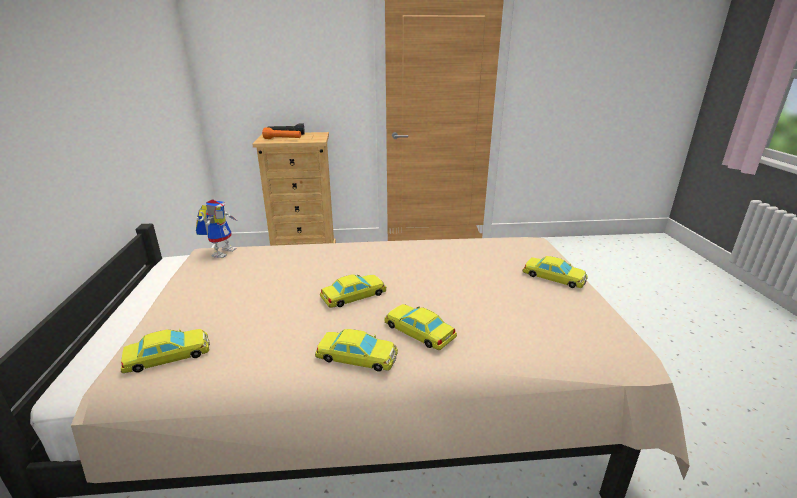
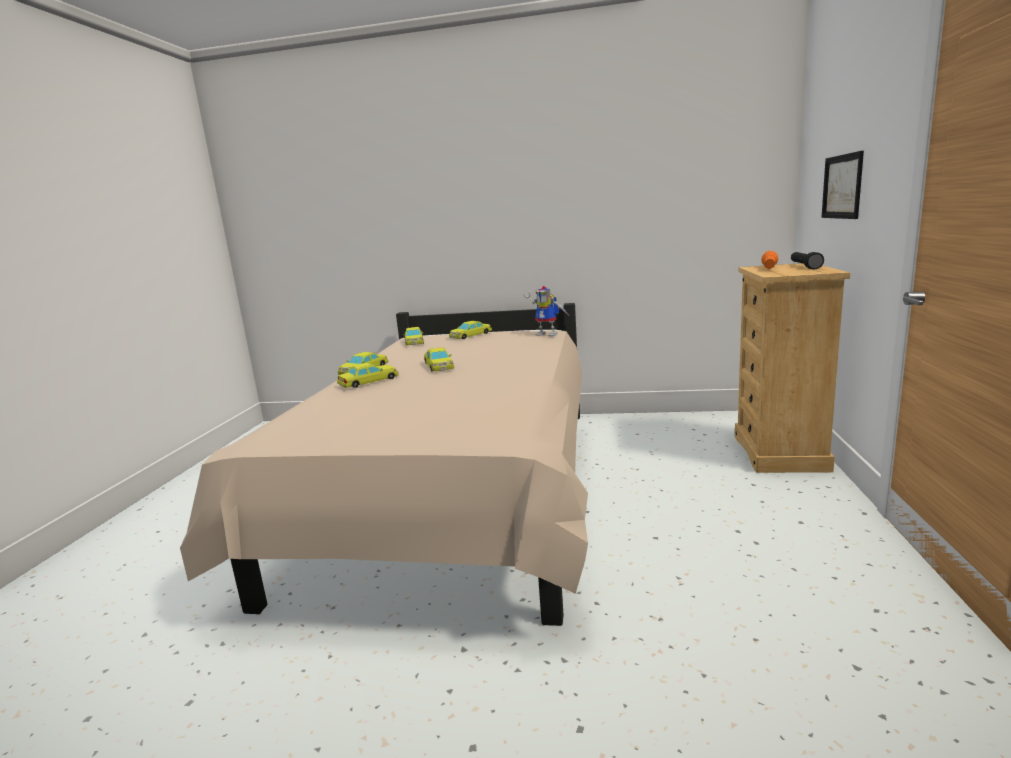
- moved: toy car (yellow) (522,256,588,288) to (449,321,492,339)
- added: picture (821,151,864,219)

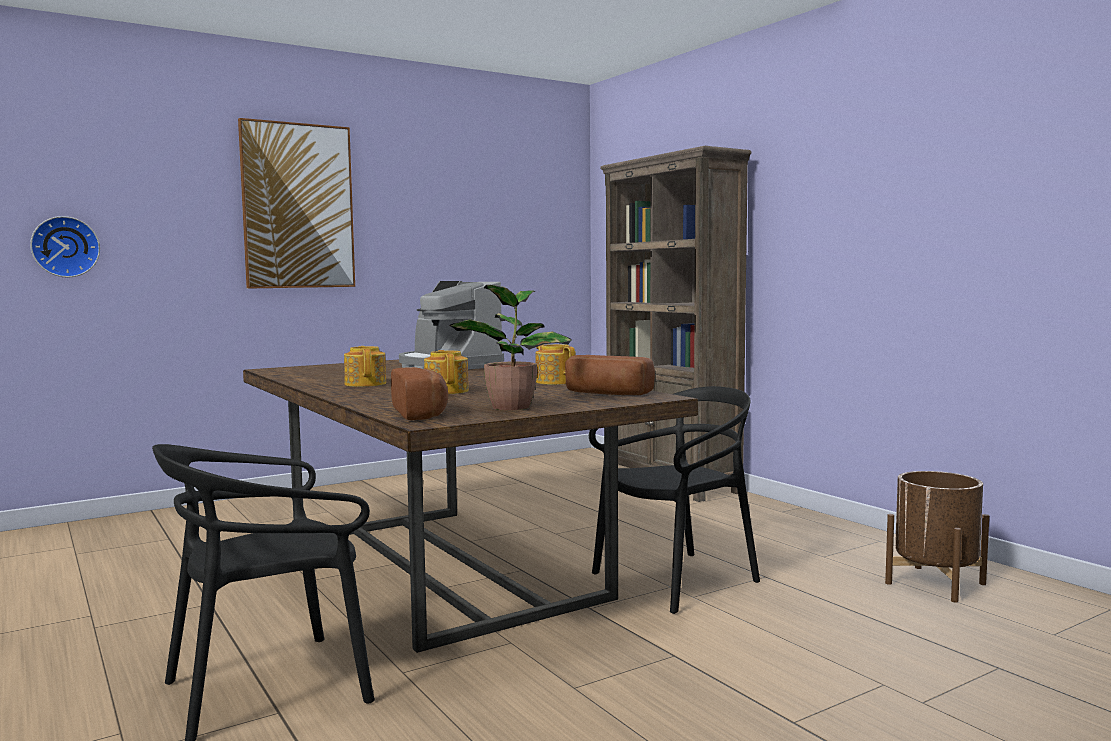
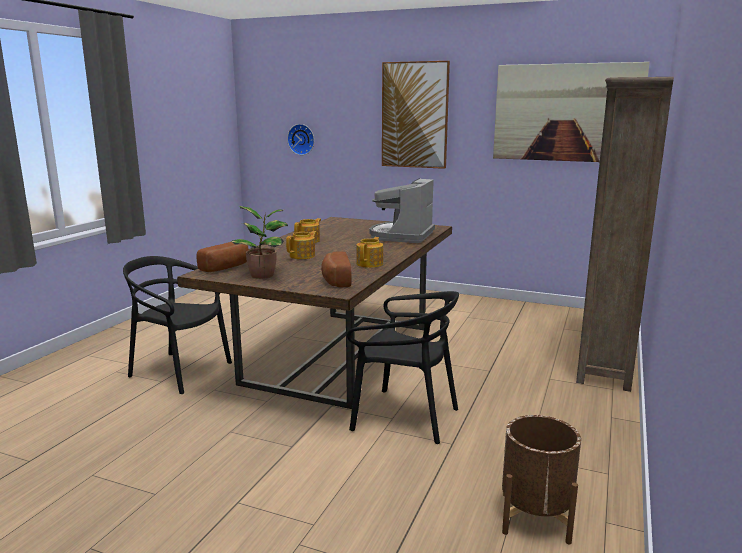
- added: picture (493,62,650,162)

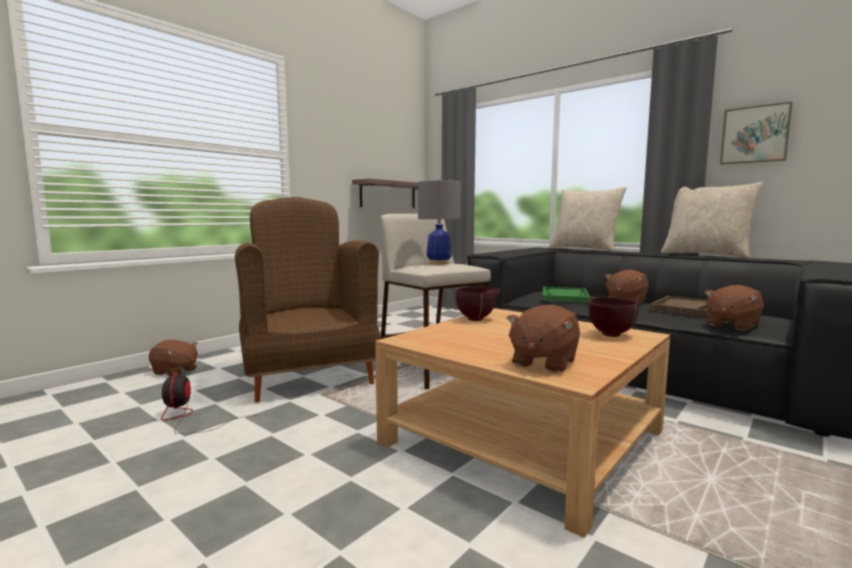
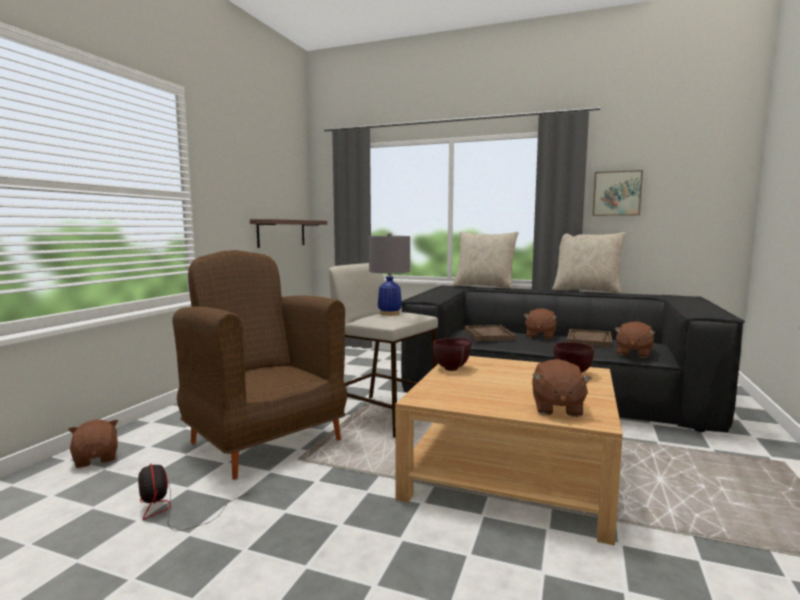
- turned: plush toy (brown) (149,340,198,376) = (68,419,118,468) 120 degrees counterclockwise
- recoloured: tray (green) (542,287,590,303) to tray (brown) (465,325,516,341)

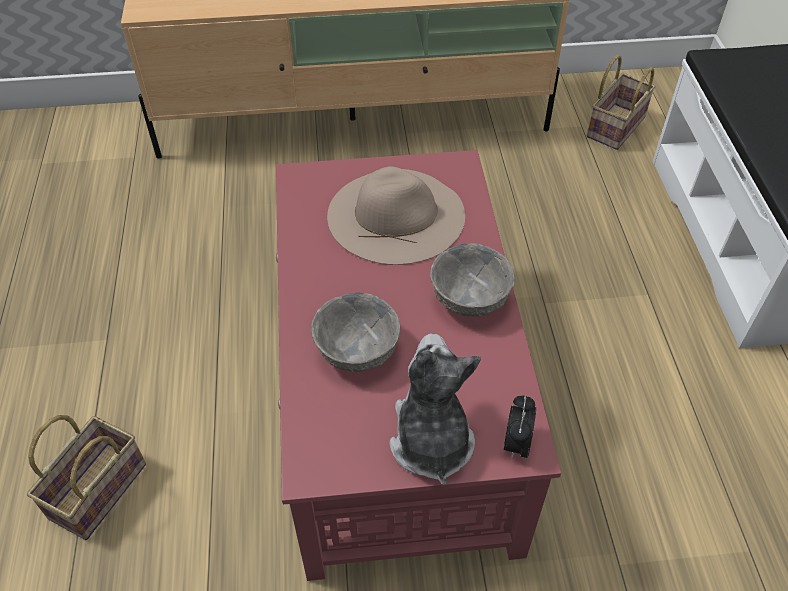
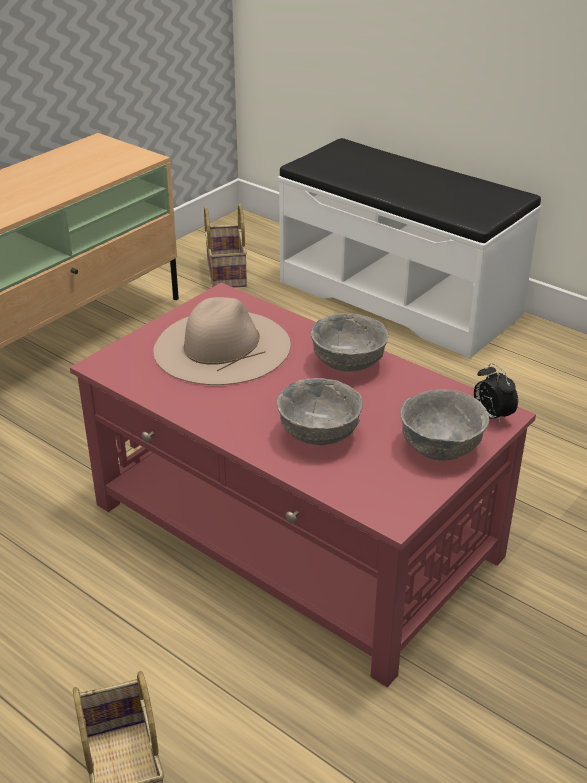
- replaced: plush toy (389,333,481,485) to bowl (grey) (400,389,489,461)

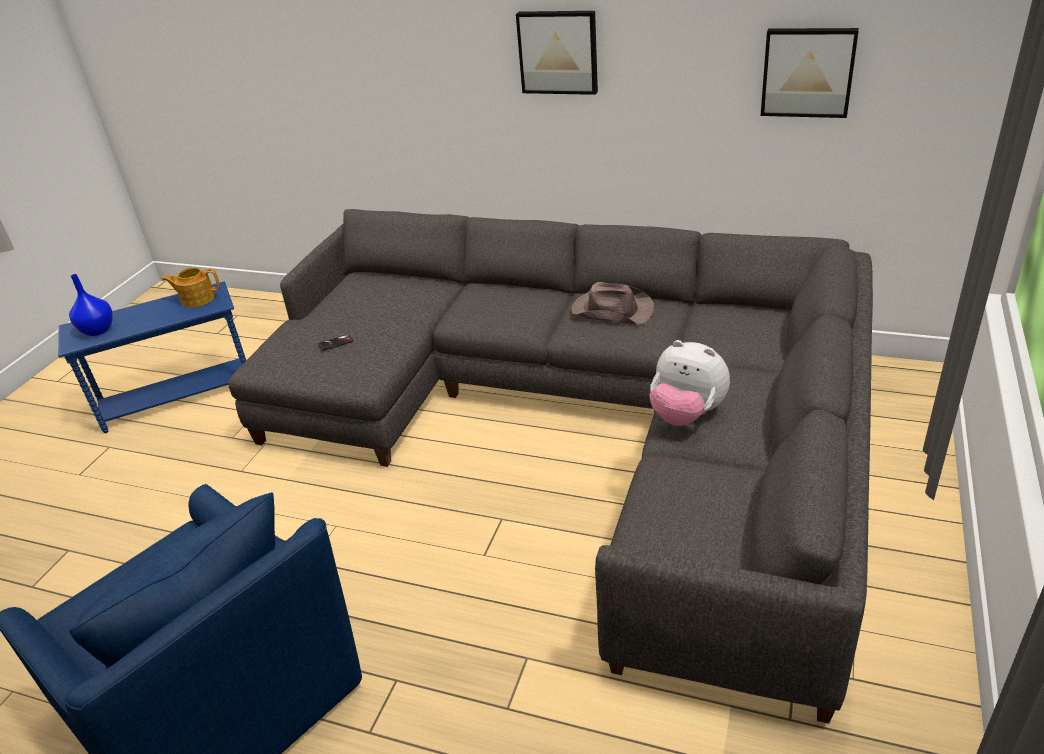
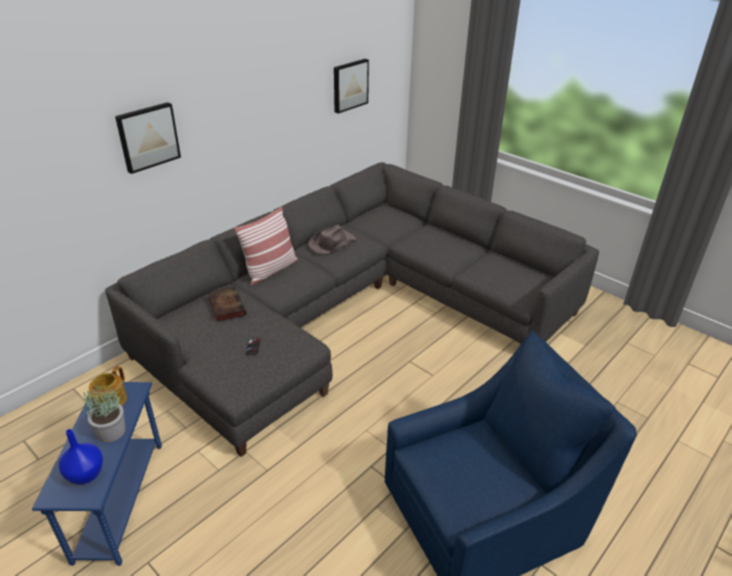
- moved: picture (516,11,598,95) to (115,102,181,174)
- removed: plush toy (649,340,730,426)
- added: potted plant (83,384,125,442)
- added: book (208,287,246,322)
- added: pillow (233,207,298,286)

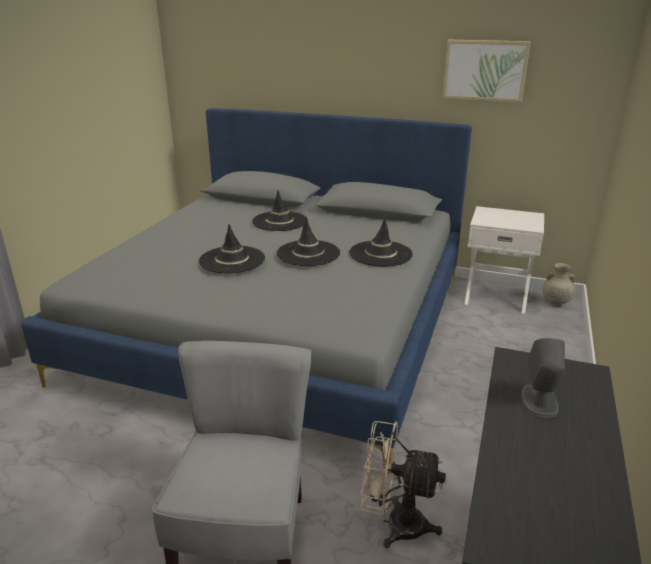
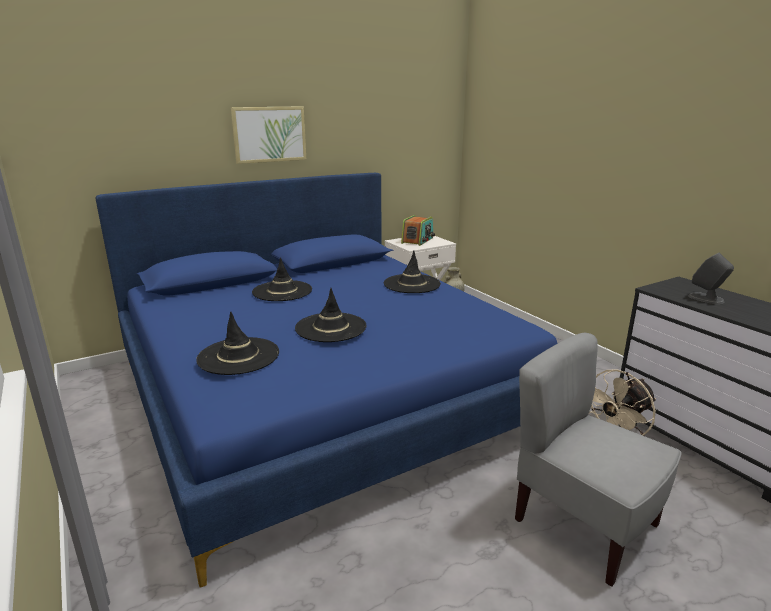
- recoloured: bed (grey) (21,108,472,474) to bed (blue) (95,173,557,588)
- moved: hat (black) (277,217,340,266) to (196,312,279,375)
- moved: picture (442,40,531,103) to (231,107,306,164)
- added: radio (401,215,435,246)

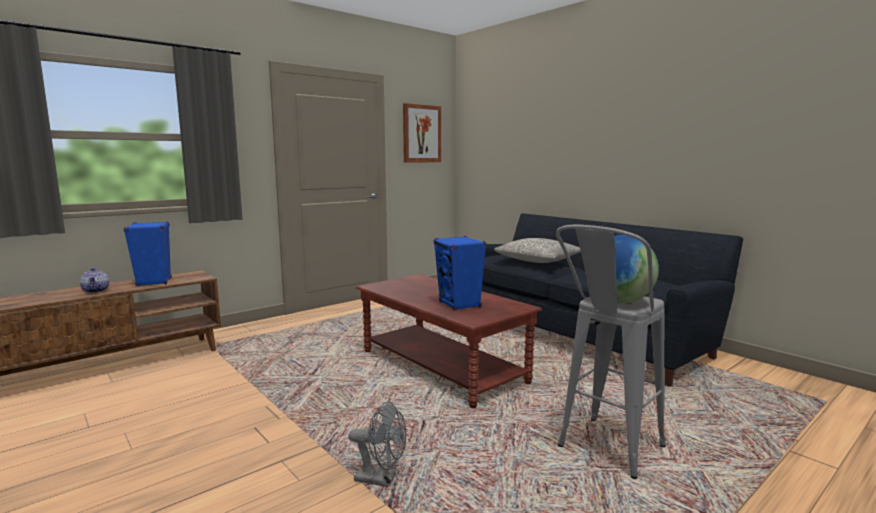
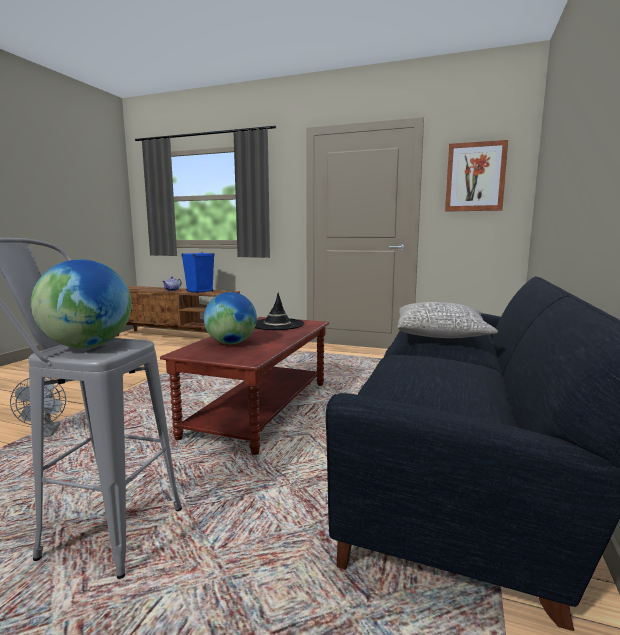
- replaced: speaker (blue) (434,236,486,311) to globe (204,292,257,344)
- added: hat (black) (255,293,304,330)

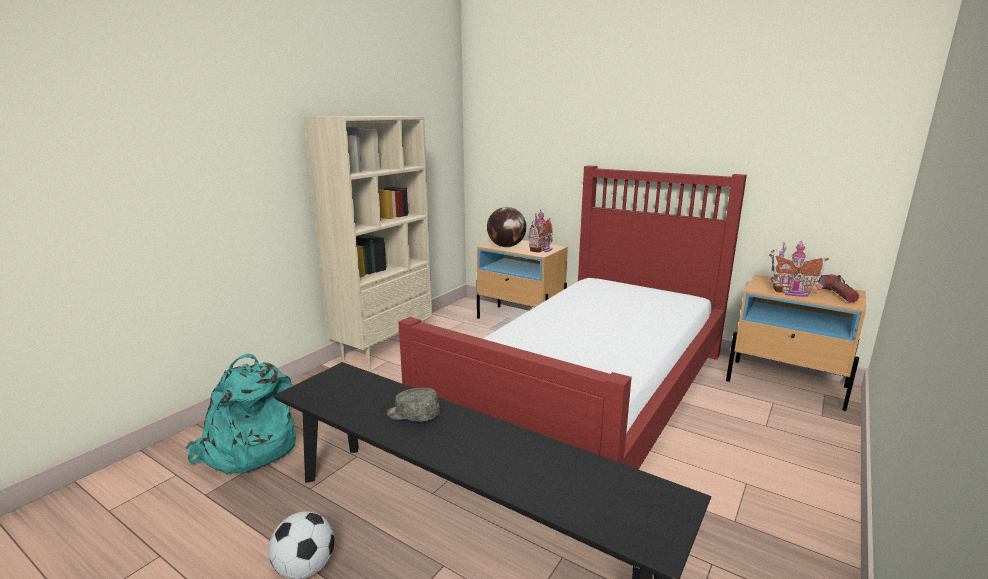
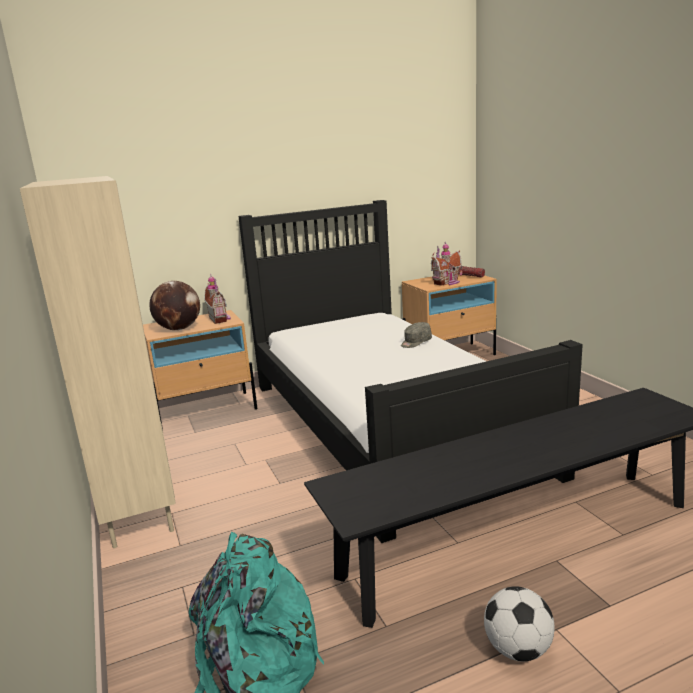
- moved: cap (grey) (387,388,440,421) to (401,322,432,348)
- recoloured: bed (red) (398,165,747,470) to bed (black) (238,200,583,543)

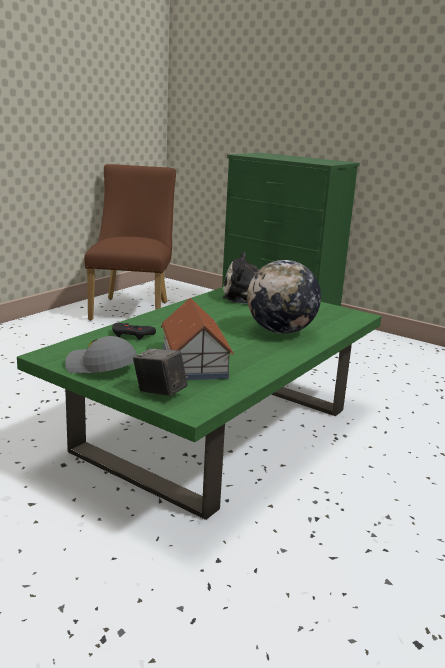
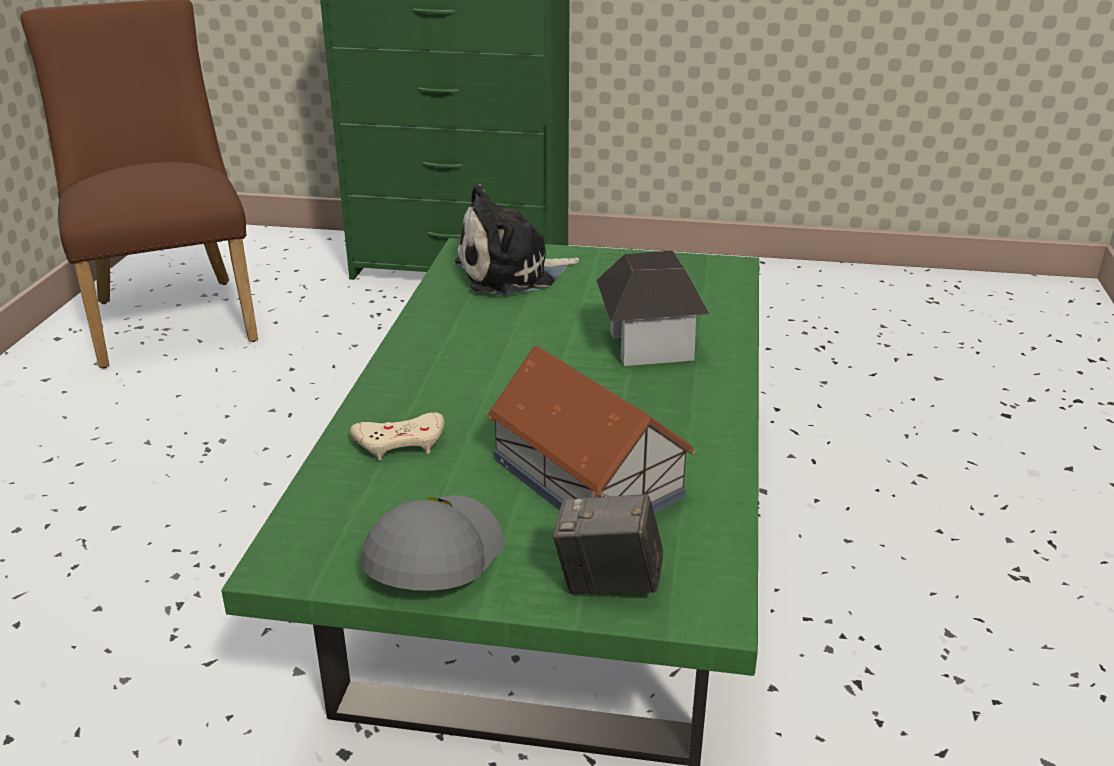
- turned: cap (grey) (65,336,137,373) = (361,495,504,591) 105 degrees clockwise
- recoloured: game controller (black) (112,323,156,340) to game controller (beige) (350,412,445,461)
- replaced: globe (247,260,321,334) to toy house (596,250,709,366)

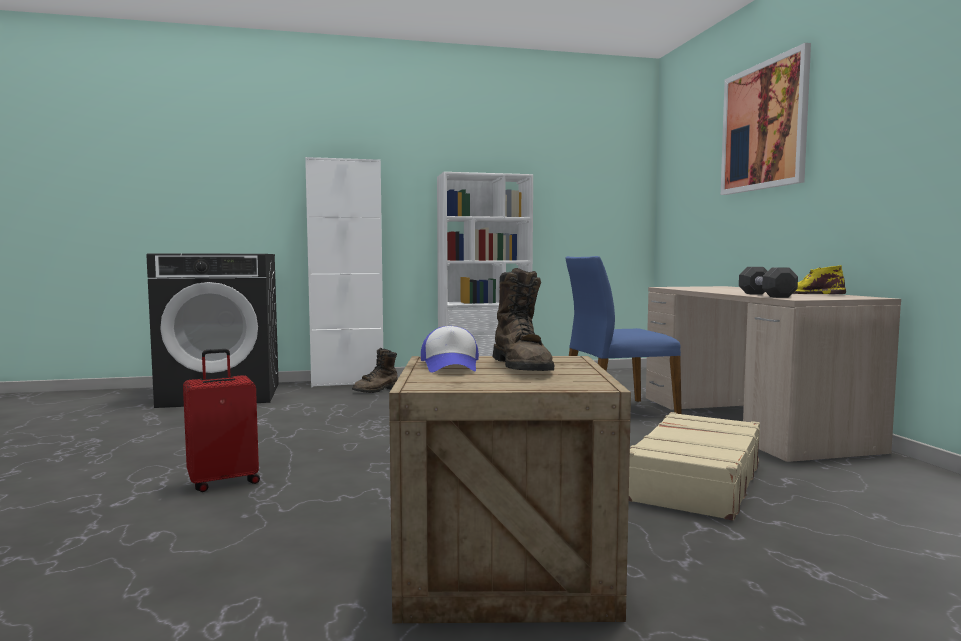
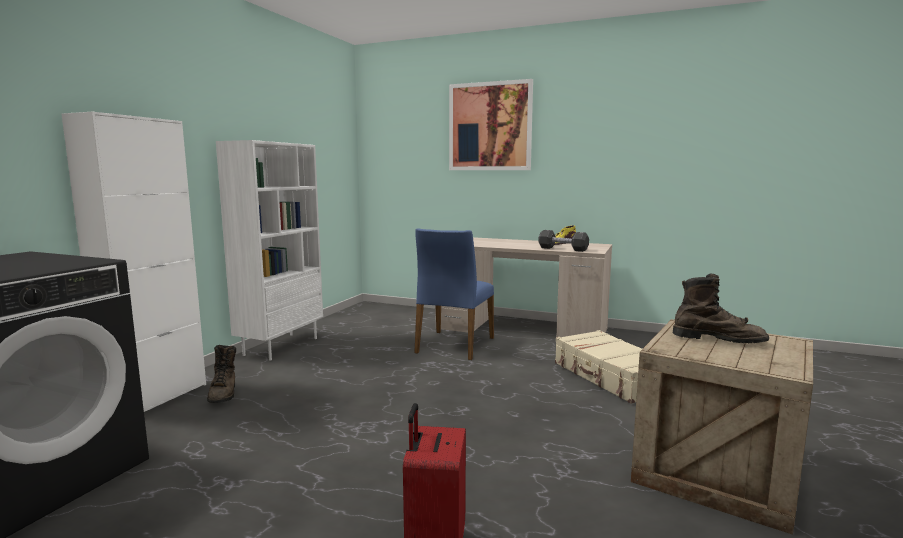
- removed: cap (421,326,479,372)

